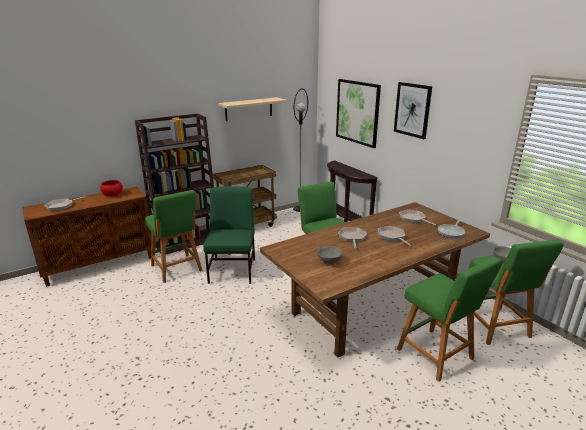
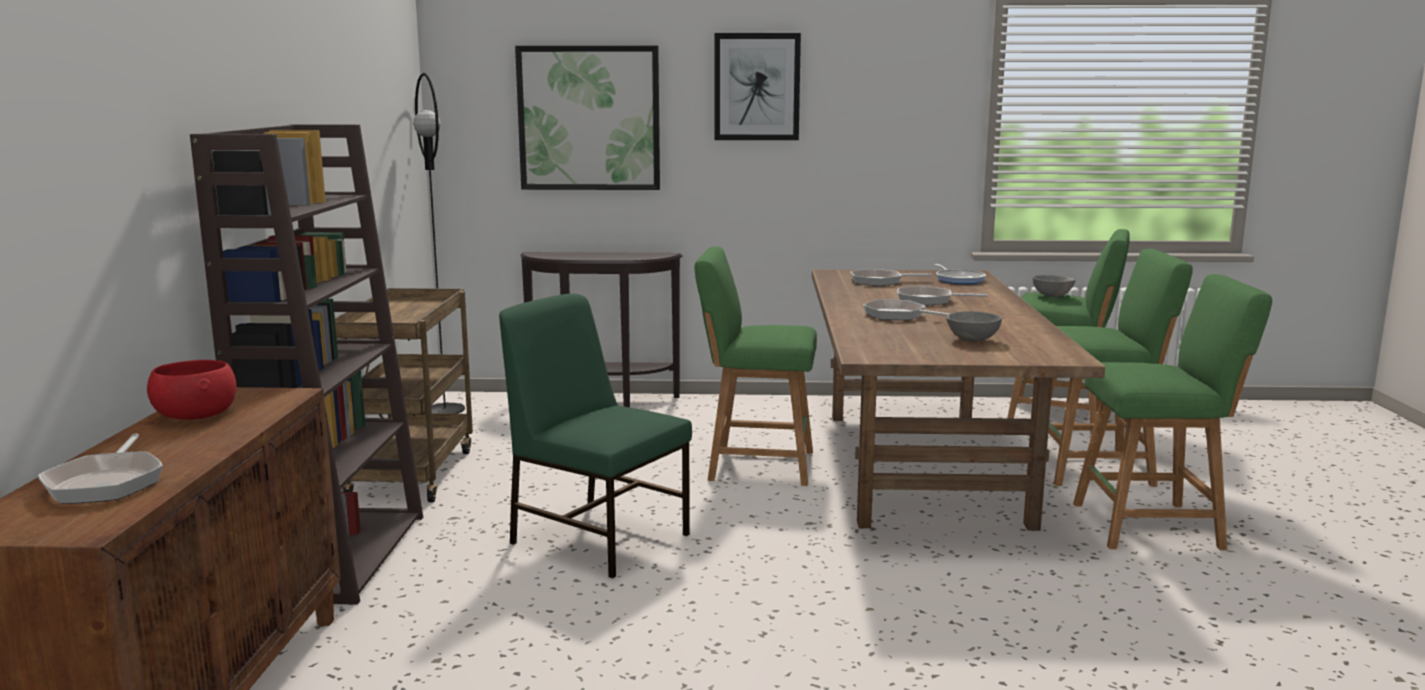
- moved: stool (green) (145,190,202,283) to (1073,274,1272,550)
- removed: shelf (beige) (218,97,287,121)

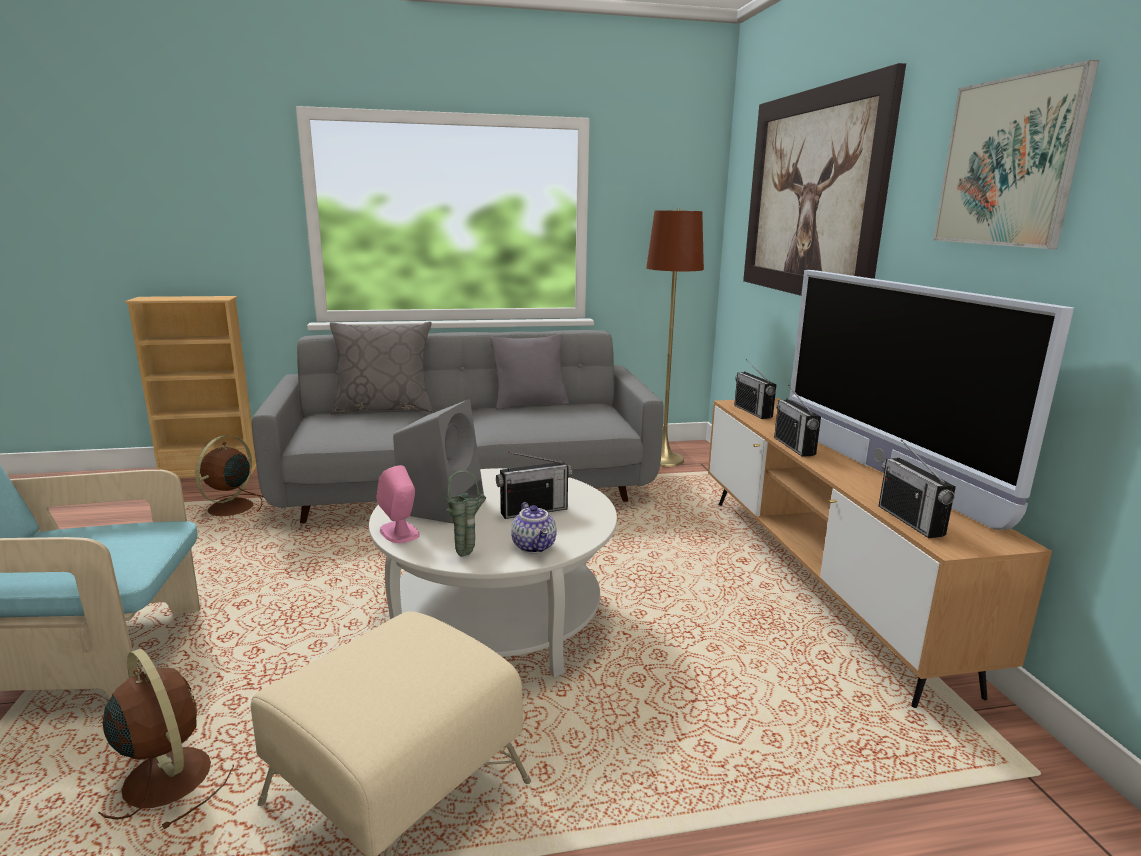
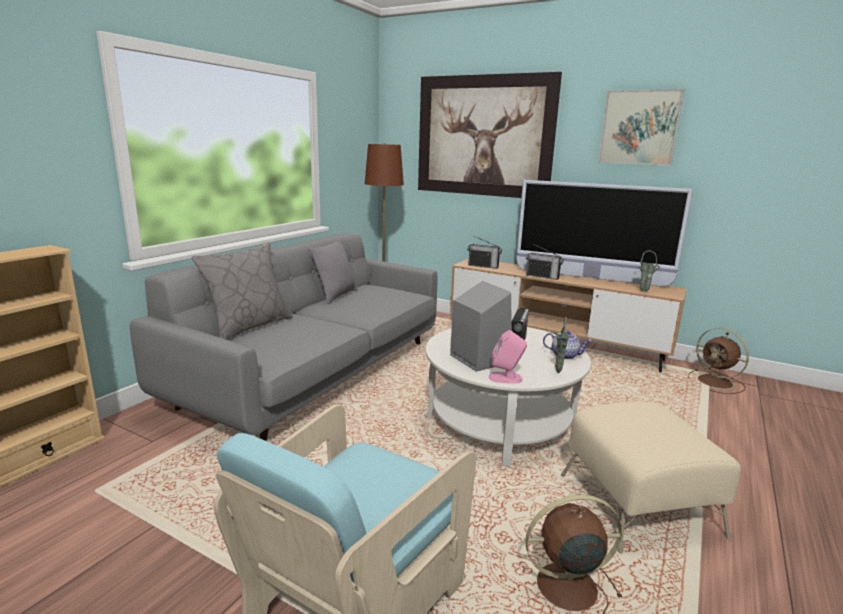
- moved: fan (brown) (195,435,263,516) to (688,328,749,394)
- replaced: radio (879,440,956,538) to vase (green) (639,251,660,292)

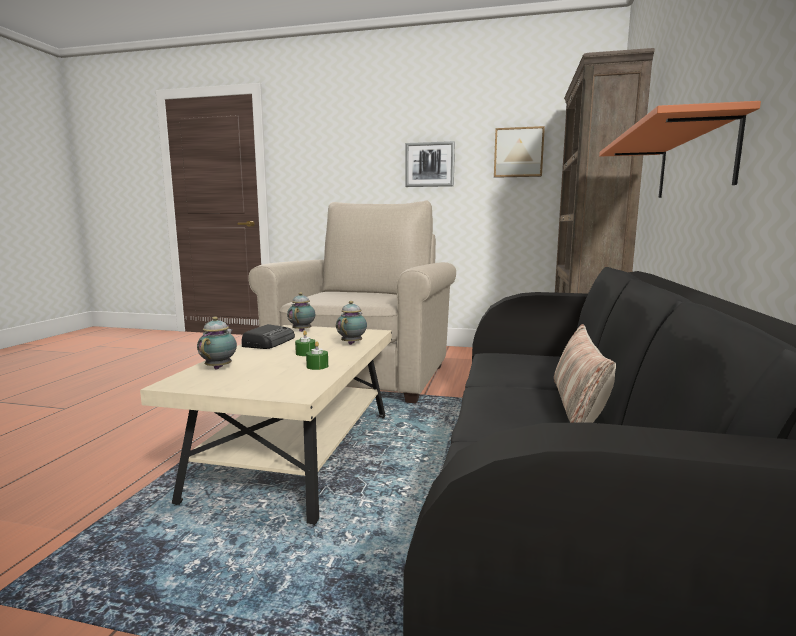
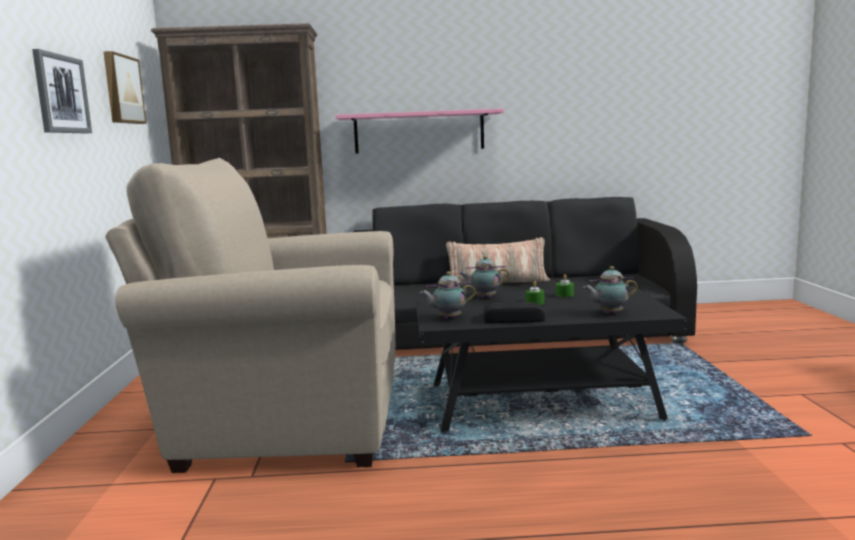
- recoloured: coffee table (beige) (140,325,392,526) to coffee table (black) (416,286,687,433)
- recoloured: shelf (orange) (599,101,761,198) to shelf (pink) (336,109,504,153)

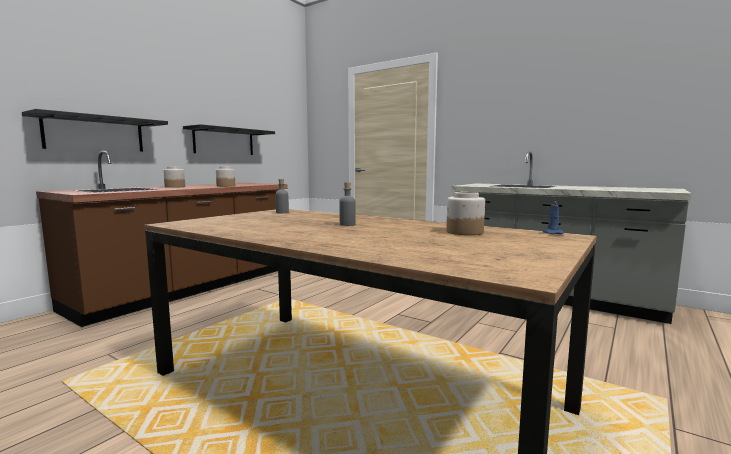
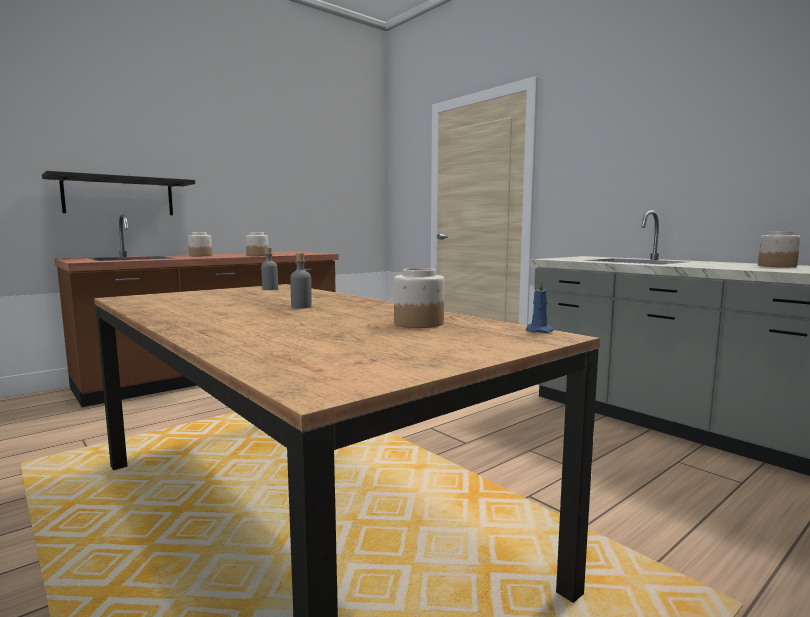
- removed: shelf (black) (183,124,275,155)
- added: jar (758,231,801,267)

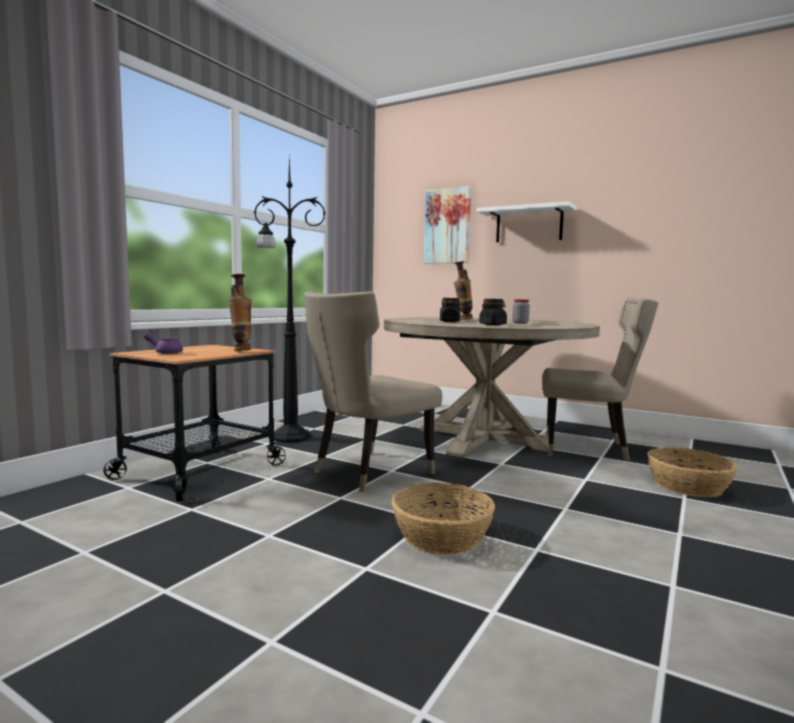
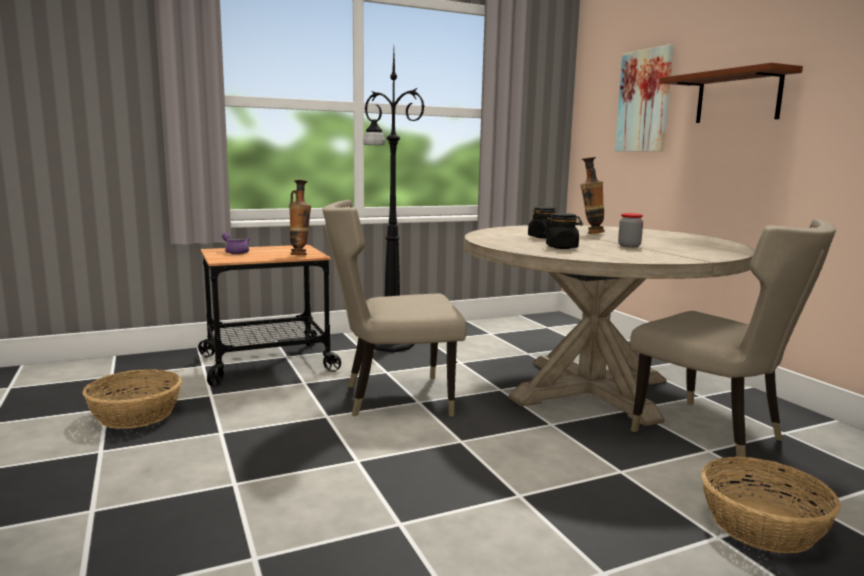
- moved: basket (392,482,495,555) to (83,369,182,429)
- recoloured: shelf (white) (477,201,576,242) to shelf (brown) (659,62,803,123)

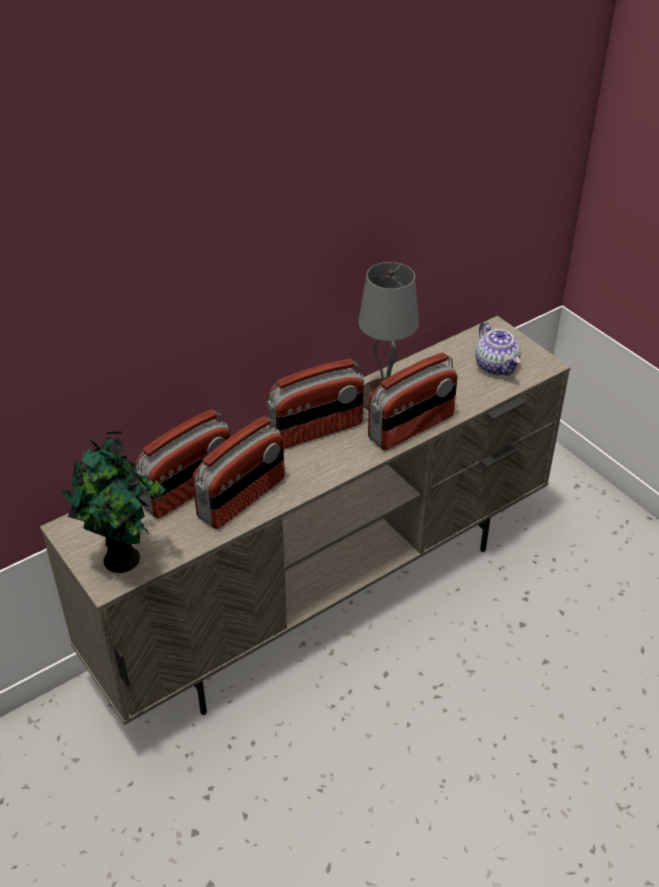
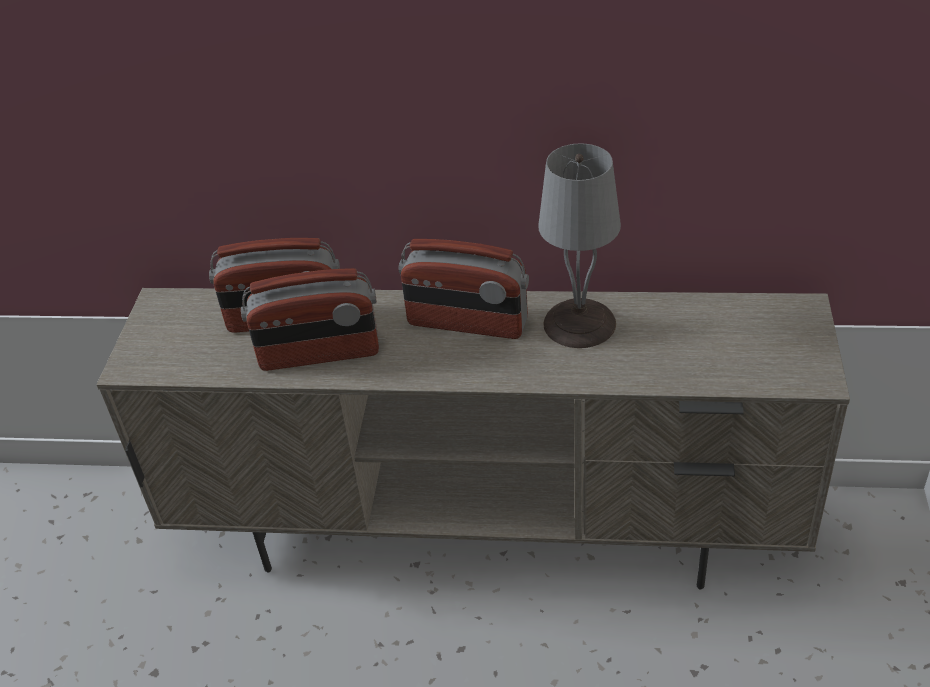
- removed: potted plant (62,432,166,573)
- removed: radio (368,352,458,450)
- removed: teapot (475,322,521,376)

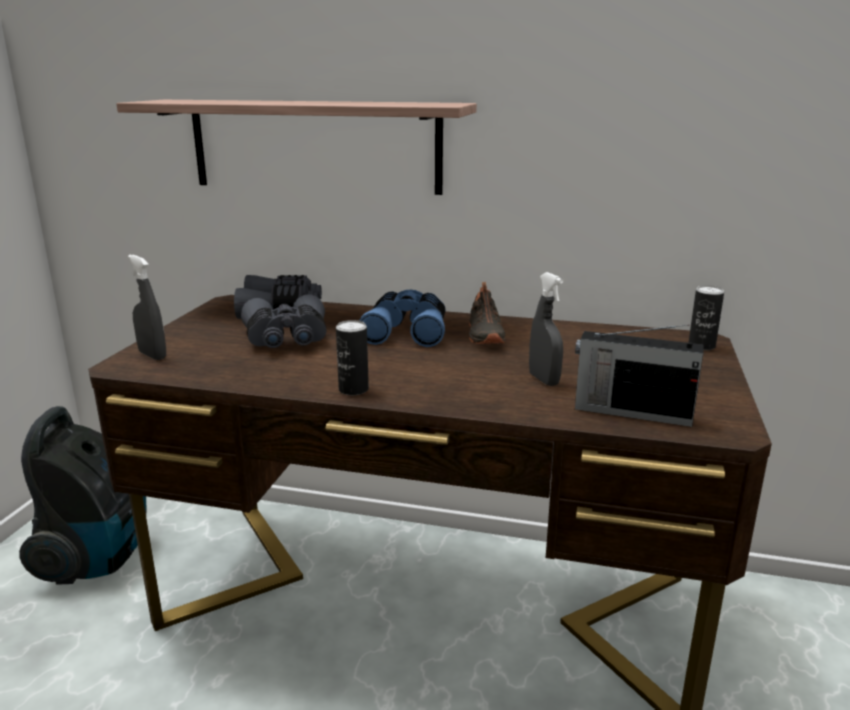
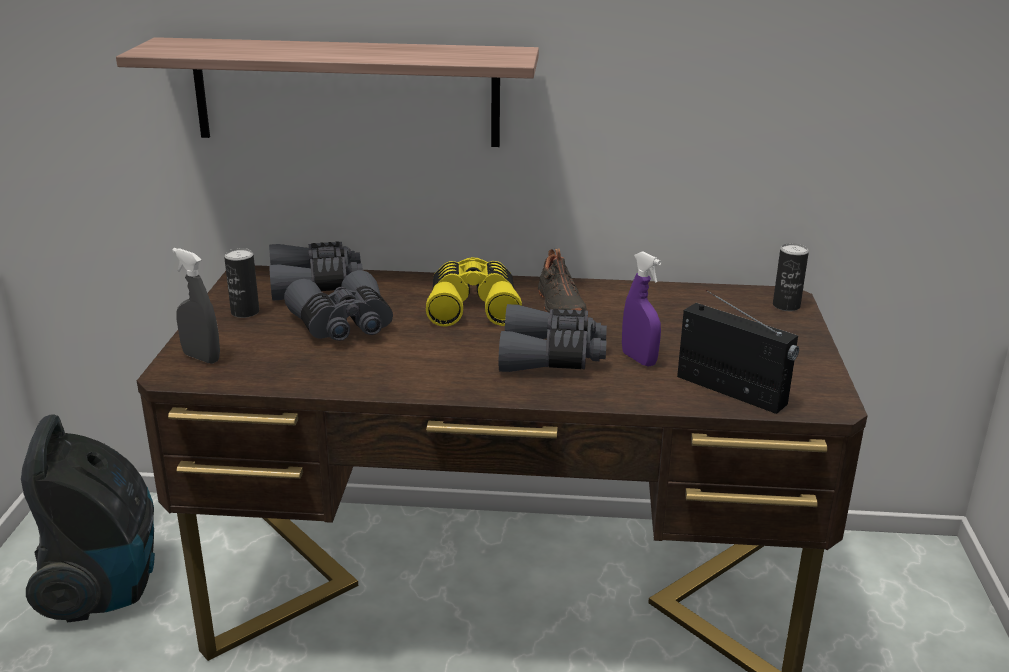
- moved: can (336,320,369,395) to (224,248,259,318)
- recoloured: binoculars (blue) (359,289,445,347) to binoculars (yellow) (426,257,522,327)
- recoloured: spray bottle (grey) (529,272,563,386) to spray bottle (purple) (622,251,662,367)
- turned: radio (575,325,704,427) = (677,290,799,414) 150 degrees counterclockwise
- added: binoculars (grey) (499,304,607,372)

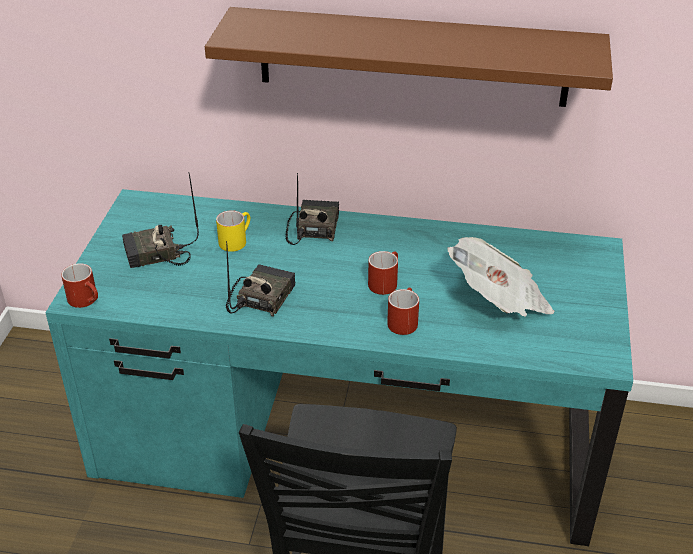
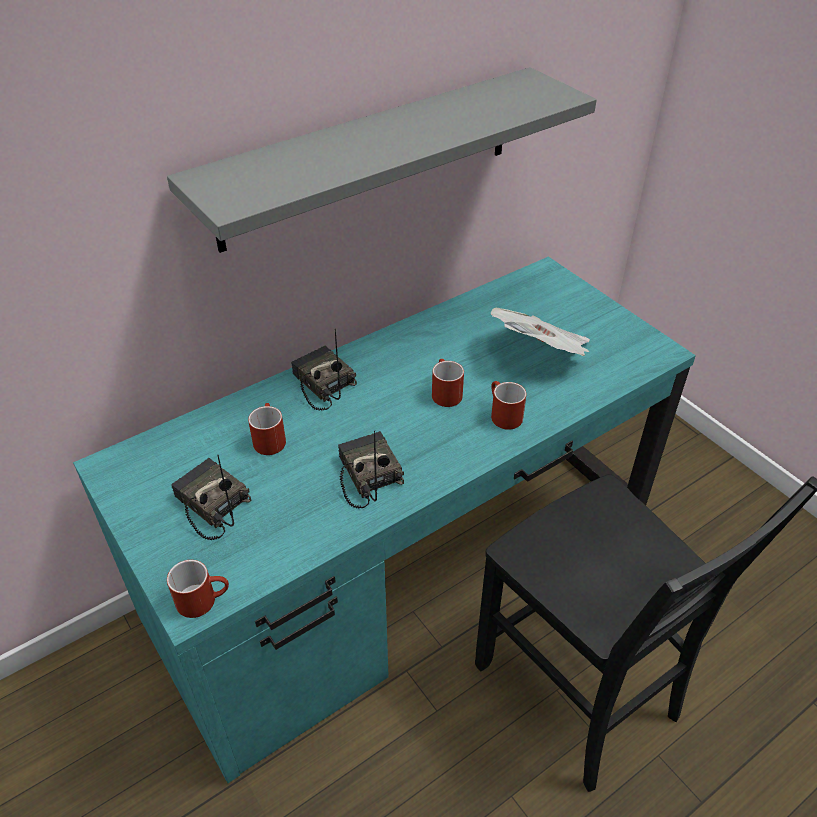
- turned: radio (122,173,199,268) = (171,454,251,540) 105 degrees clockwise
- recoloured: shelf (brown) (205,7,613,107) to shelf (grey) (167,67,597,253)
- recoloured: mug (yellow) (216,210,250,252) to mug (red) (248,403,286,455)

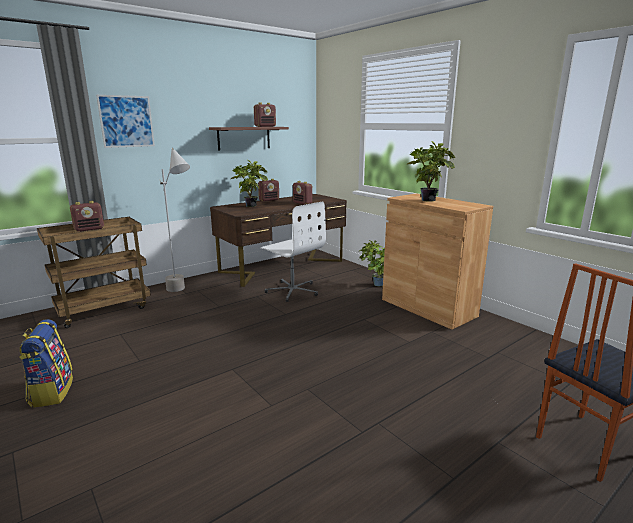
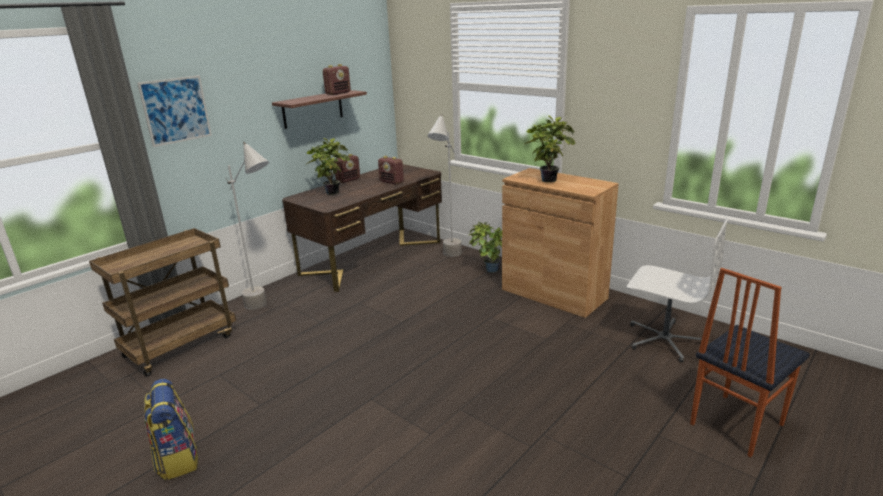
- removed: radio (70,201,104,232)
- moved: office chair (white) (260,201,326,302) to (627,217,728,362)
- added: floor lamp (grey) (427,114,462,257)

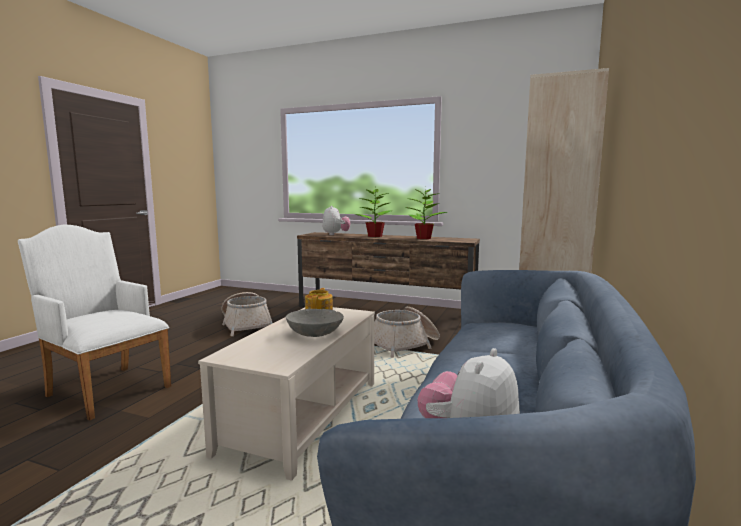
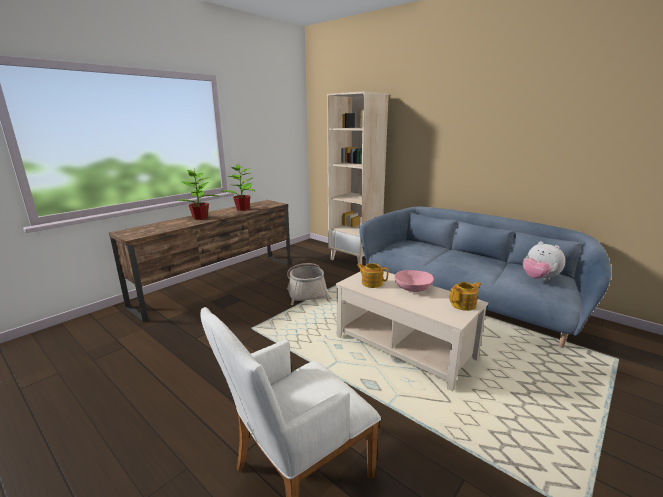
- removed: basket (222,292,272,336)
- recoloured: bowl (grey) (286,309,344,337) to bowl (pink) (395,270,434,292)
- removed: plush toy (322,206,350,235)
- added: teapot (450,282,481,311)

